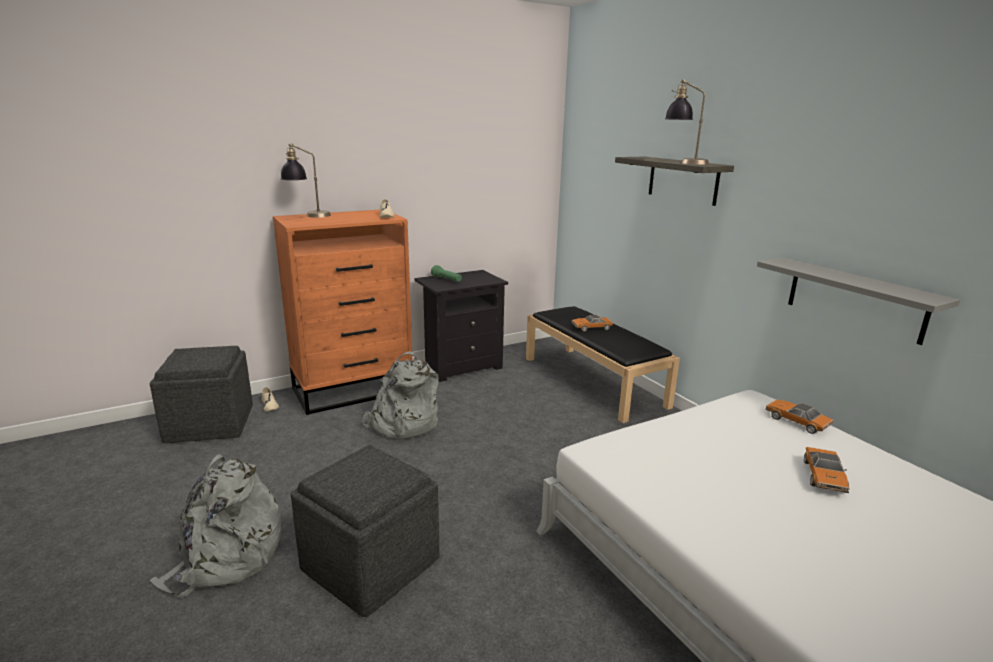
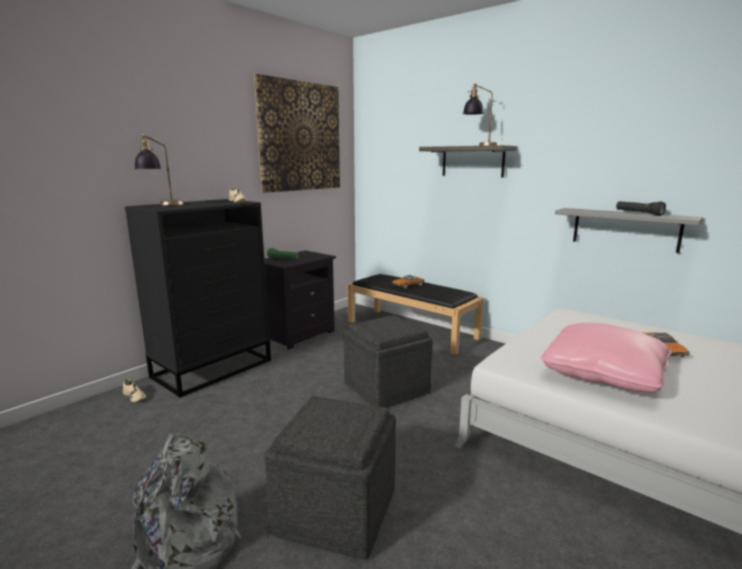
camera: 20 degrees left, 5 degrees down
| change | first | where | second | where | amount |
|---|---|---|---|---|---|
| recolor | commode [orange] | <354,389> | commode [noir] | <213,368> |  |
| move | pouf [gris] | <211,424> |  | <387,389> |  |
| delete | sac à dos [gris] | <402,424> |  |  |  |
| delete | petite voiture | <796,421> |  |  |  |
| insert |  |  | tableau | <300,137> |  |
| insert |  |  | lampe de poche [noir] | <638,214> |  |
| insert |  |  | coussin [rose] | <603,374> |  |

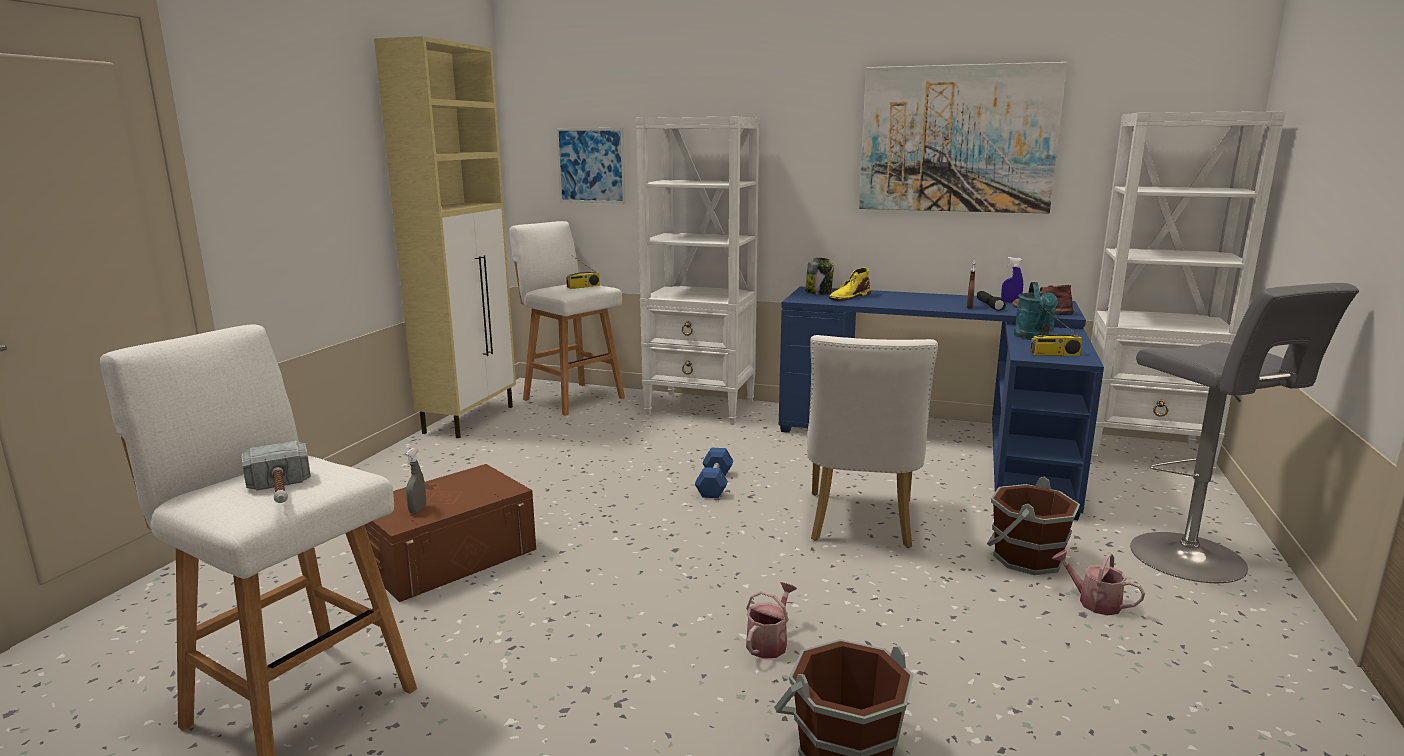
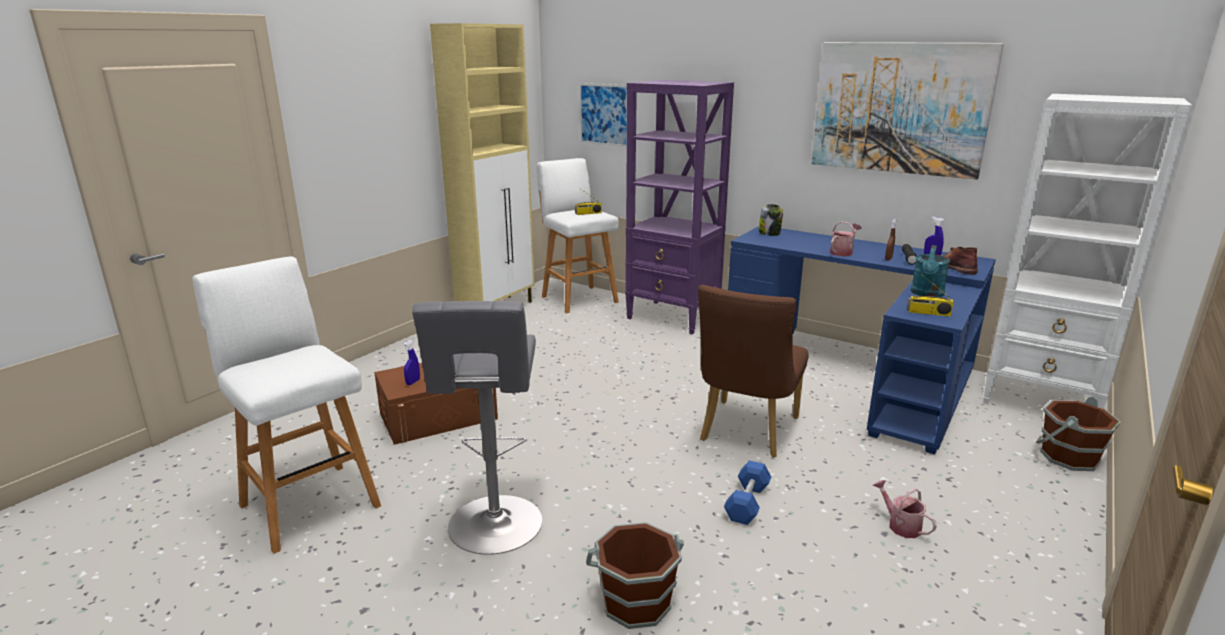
camera: 15 degrees right, 5 degrees up
| change | first | where | second | where | amount |
|---|---|---|---|---|---|
| recolor | bibliothèque [blanc] | <701,408> | bibliothèque [violet] | <673,317> |  |
| delete | botte [jaune] | <849,297> |  |  |  |
| move | tabouret [gris] | <1194,560> |  | <495,528> |  |
| recolor | chaise [blanc] | <860,524> | chaise [marron] | <746,432> |  |
| delete | marteau | <280,493> |  |  |  |
| move | haltère [bleu] | <714,484> |  | <747,503> |  |
| recolor | vaporisateur [gris] | <417,509> | vaporisateur [bleu] | <413,382> |  |
| move | seau [marron] | <1026,558> |  | <1068,457> |  |
| move | arrosoir | <769,642> |  | <843,252> |  |

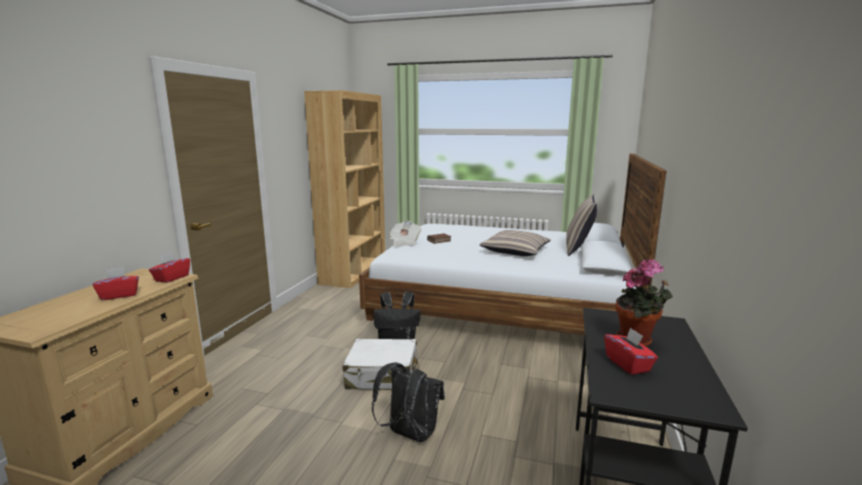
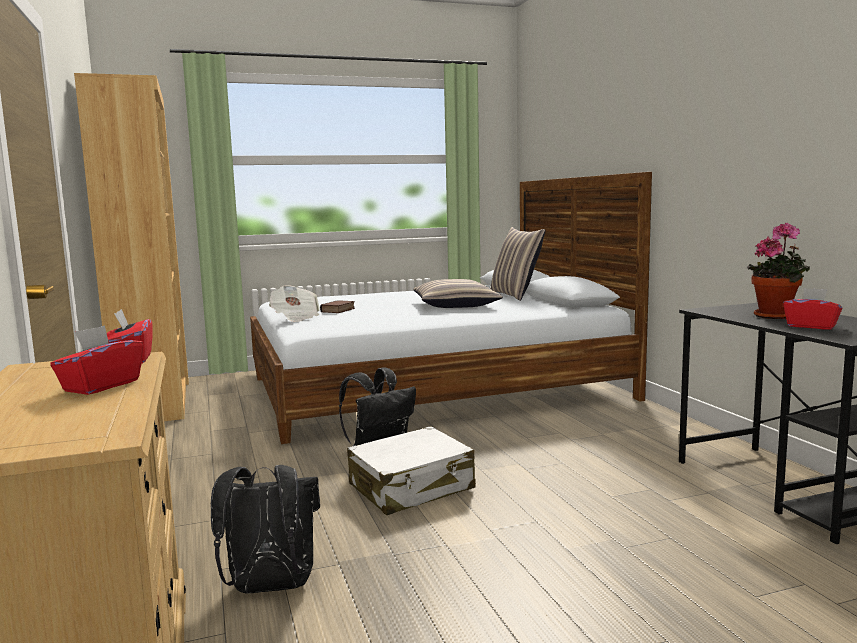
camera: 35 degrees left, 5 degrees down
| change | first | where | second | where | amount |
|---|---|---|---|---|---|
| move | sac à dos [noir] | <409,434> |  | <270,588> |  |

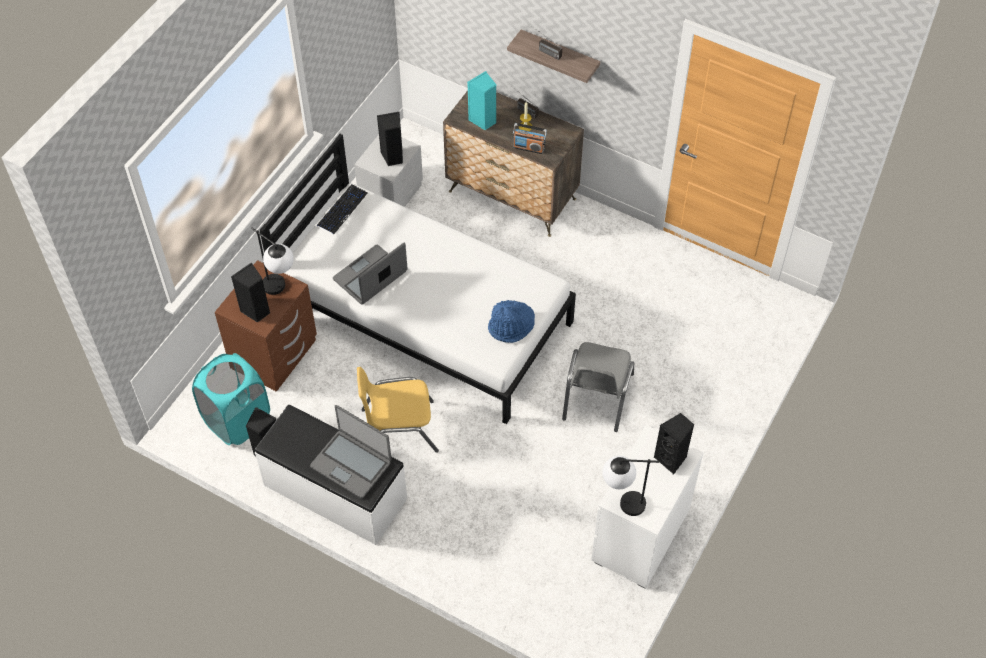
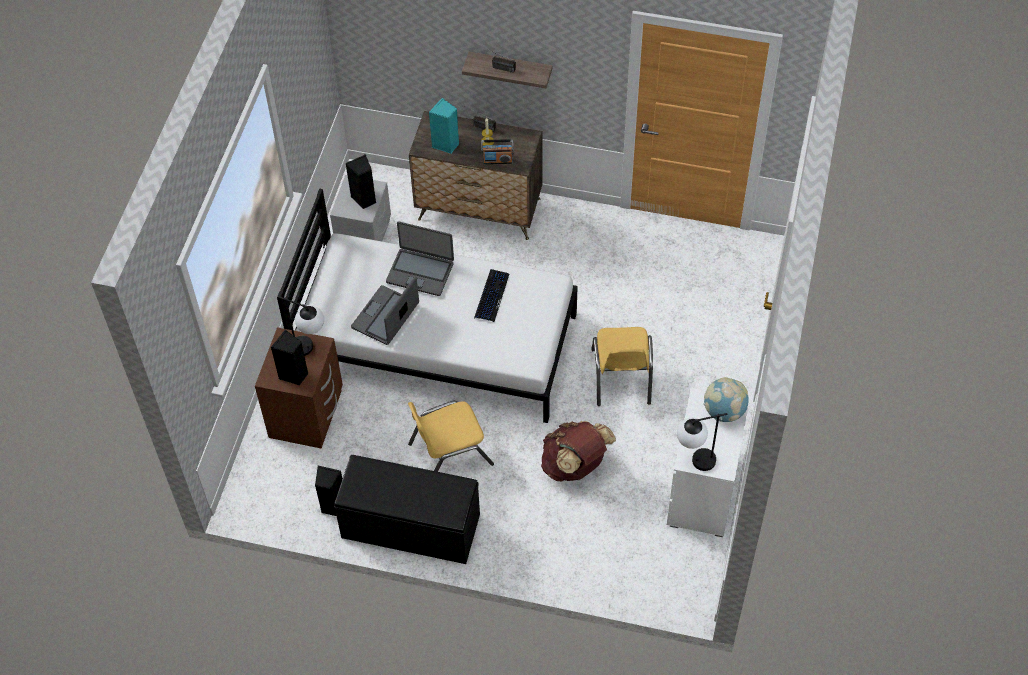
camera: 15 degrees left, 0 degrees up
| change | first | where | second | where | amount |
|---|---|---|---|---|---|
| move | clavier | <342,209> |  | <491,296> |  |
| delete | chapeau [bleu] | <511,327> |  |  |  |
| recolor | chaise [gris] | <596,397> | chaise [jaune] | <621,377> |  |
| delete | panier à linge [turquoise] | <237,420> |  |  |  |
| recolor | banc [blanc] | <334,492> | banc [noir] | <410,527> |  |
| move | ordinateur portable | <351,464> |  | <420,272> |  |
| replace | enceinte [noir] | <671,459> | globe | <724,411> |  |
| insert |  |  | sac à dos [marron] | <575,465> |  |

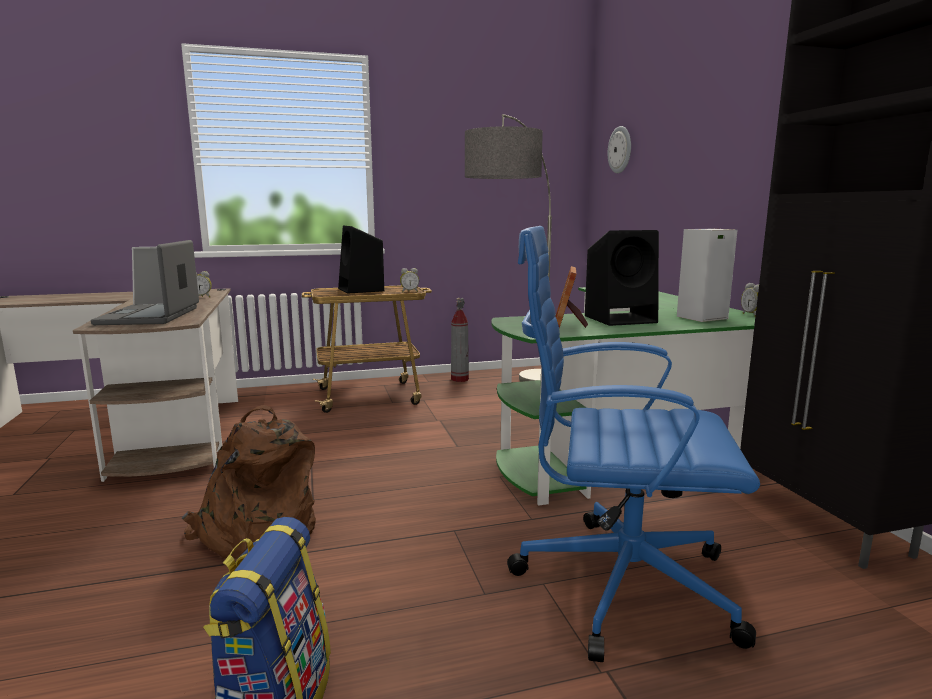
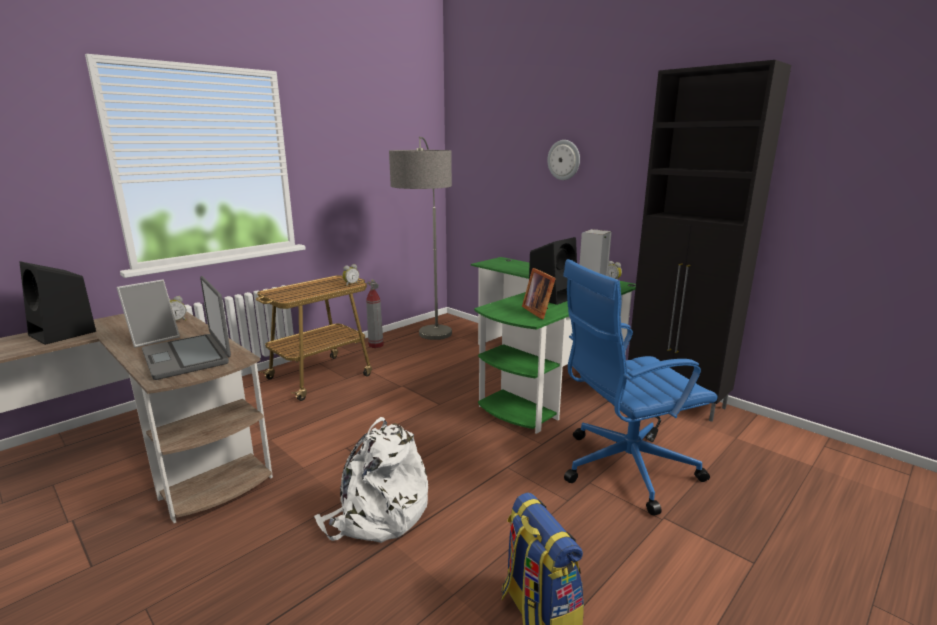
camera: 30 degrees left, 5 degrees up
| change | first | where | second | where | amount |
|---|---|---|---|---|---|
| move | horloge murale | <620,150> |  | <564,160> |  |
| move | enceinte [noir] | <361,290> |  | <64,333> |  |
| recolor | sac à dos [marron] | <256,531> | sac à dos [blanc] | <377,515> |  |

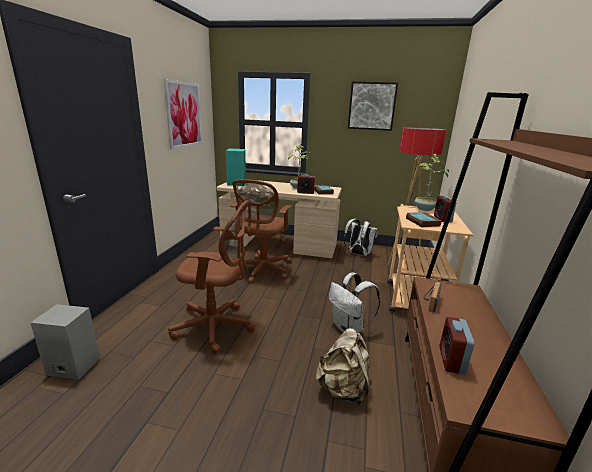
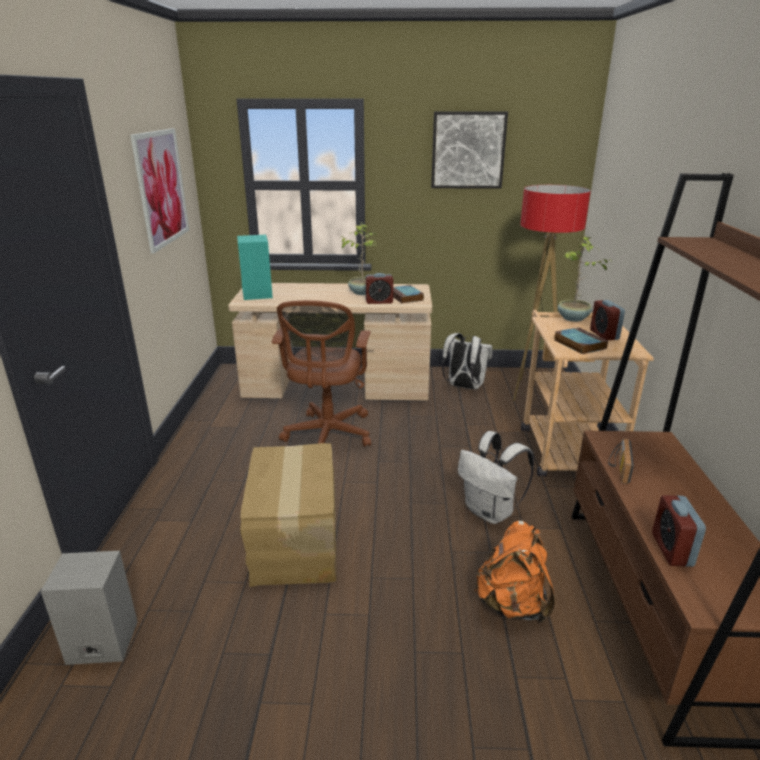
camera: 10 degrees left, 5 degrees up
| change | first | where | second | where | amount |
|---|---|---|---|---|---|
| replace | chaise de bureau [marron] | <216,327> | carton | <296,542> |  |
| recolor | sac à dos [beige] | <343,389> | sac à dos [orange] | <512,604> |  |

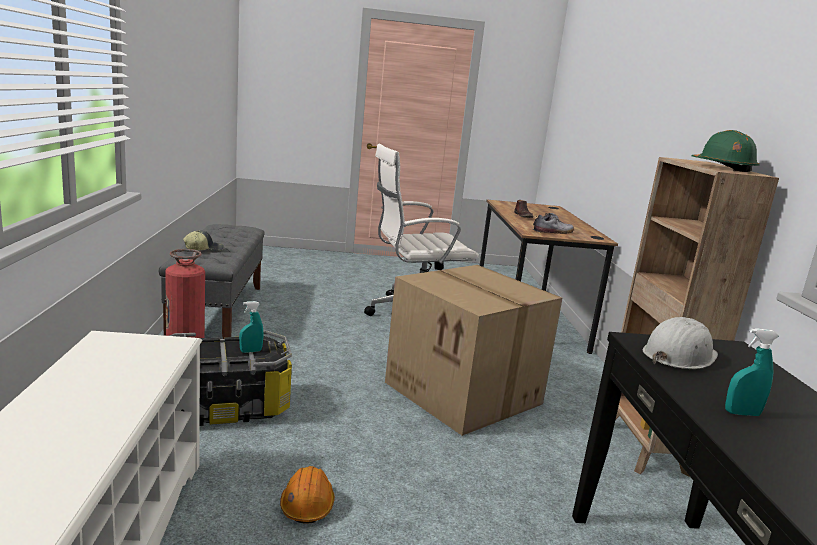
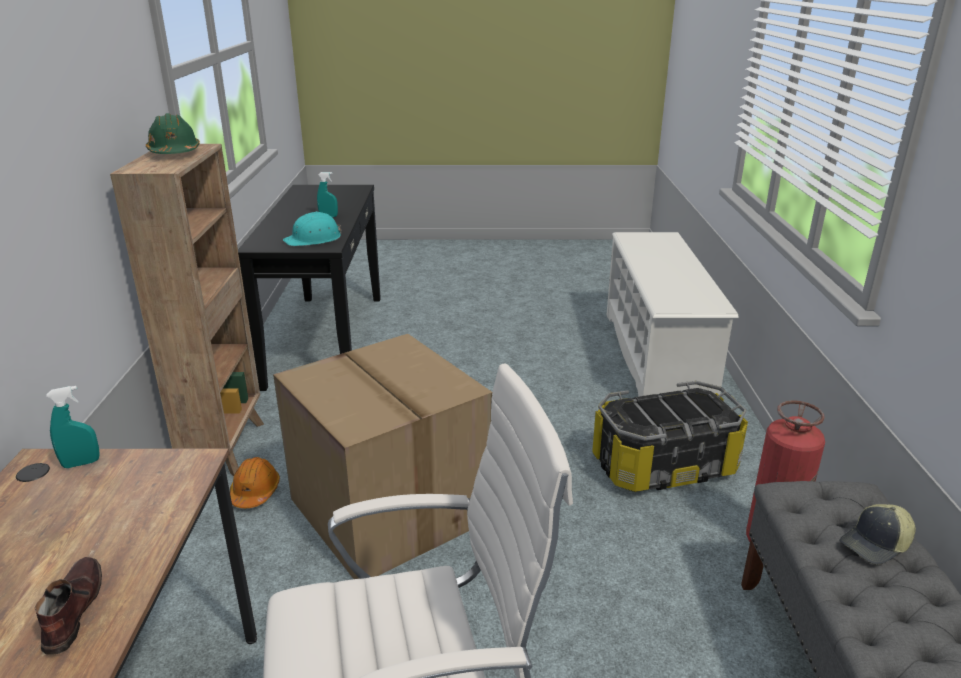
camera: 175 degrees left, 10 degrees up
| change | first | where | second | where | amount |
|---|---|---|---|---|---|
| delete | chaussure | <553,232> |  |  |  |
| move | vaporisateur [turquoise] | <251,351> |  | <81,463> |  |
| recolor | casque de chantier [blanc] | <678,356> | casque de chantier [turquoise] | <314,239> |  |
| move | casque de chantier [orange] | <307,505> |  | <255,492> |  |

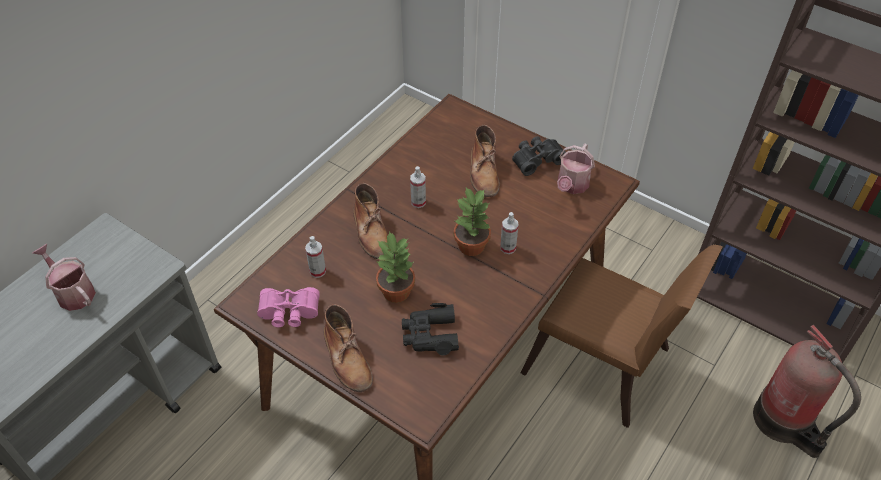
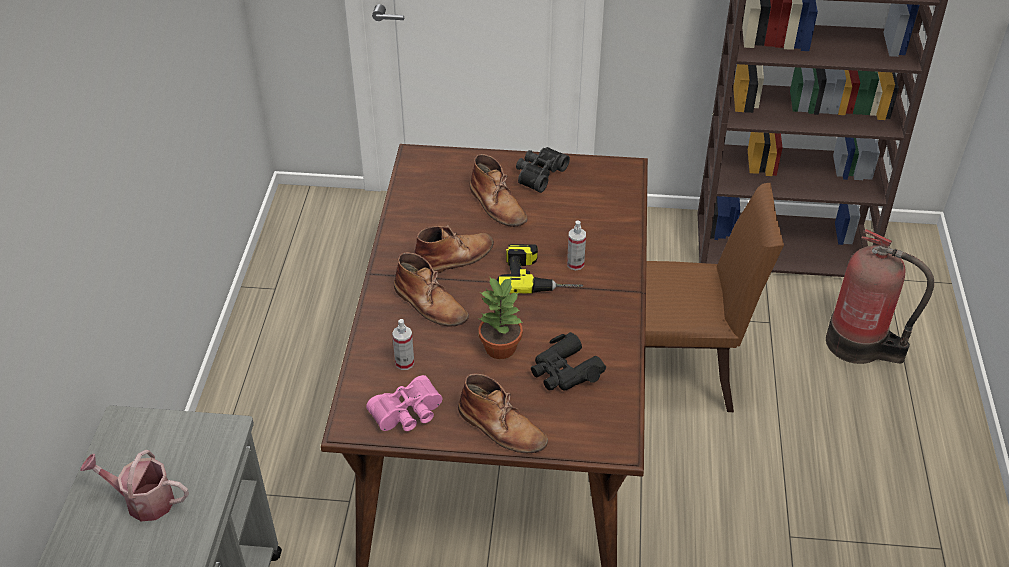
camera: 30 degrees left, 5 degrees down
| change | first | where | second | where | amount |
|---|---|---|---|---|---|
| delete | arrosoir | <571,186> |  |  |  |
| replace | vaporisateur | <418,202> | botte [marron] | <454,257> |  |
| replace | plante en pot | <471,245> | perceuse | <539,276> |  |

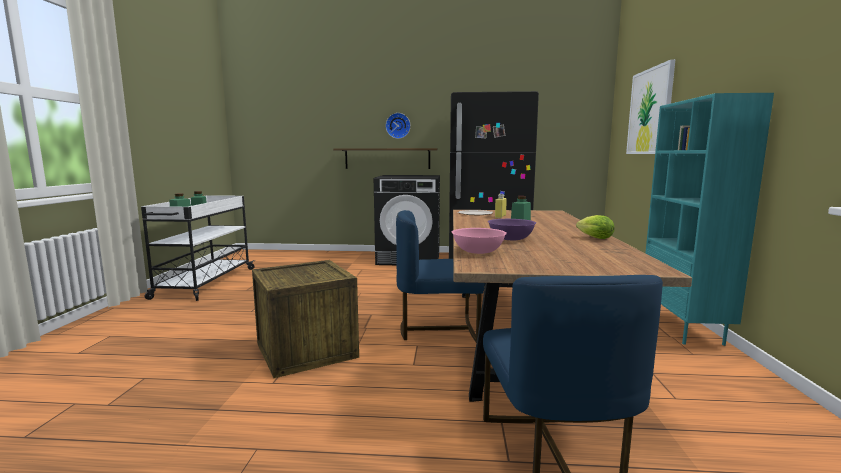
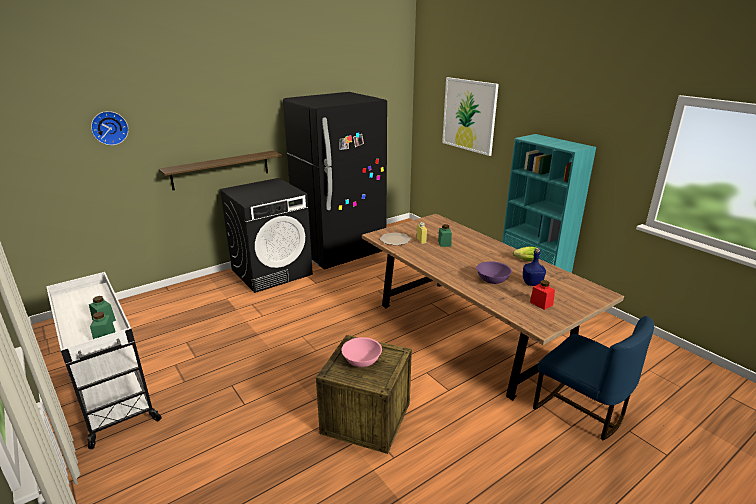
camera: 40 degrees left, 15 degrees up
| change | first | where | second | where | amount |
|---|---|---|---|---|---|
| move | horloge murale | <398,125> |  | <109,128> |  |
| delete | chaise [bleu] | <438,329> |  |  |  |
| move | bol [rose] | <478,252> |  | <362,361> |  |
| insert |  |  | bouteille [bleu] | <532,283> |  |
| insert |  |  | bocal [rouge] | <541,303> |  |

